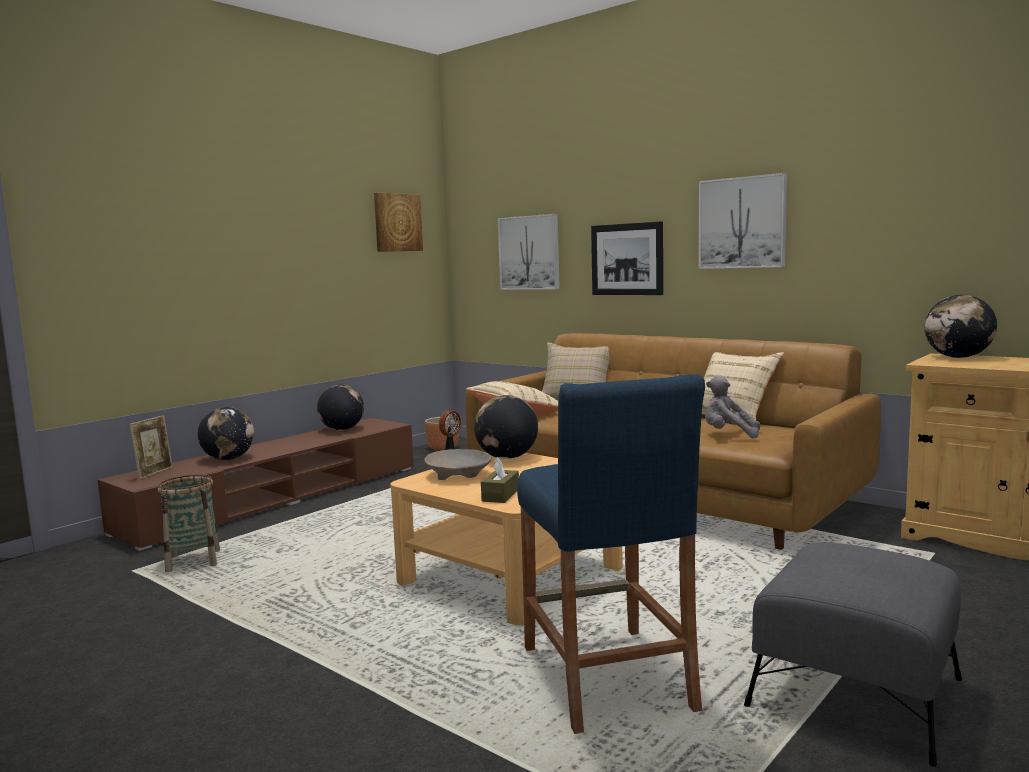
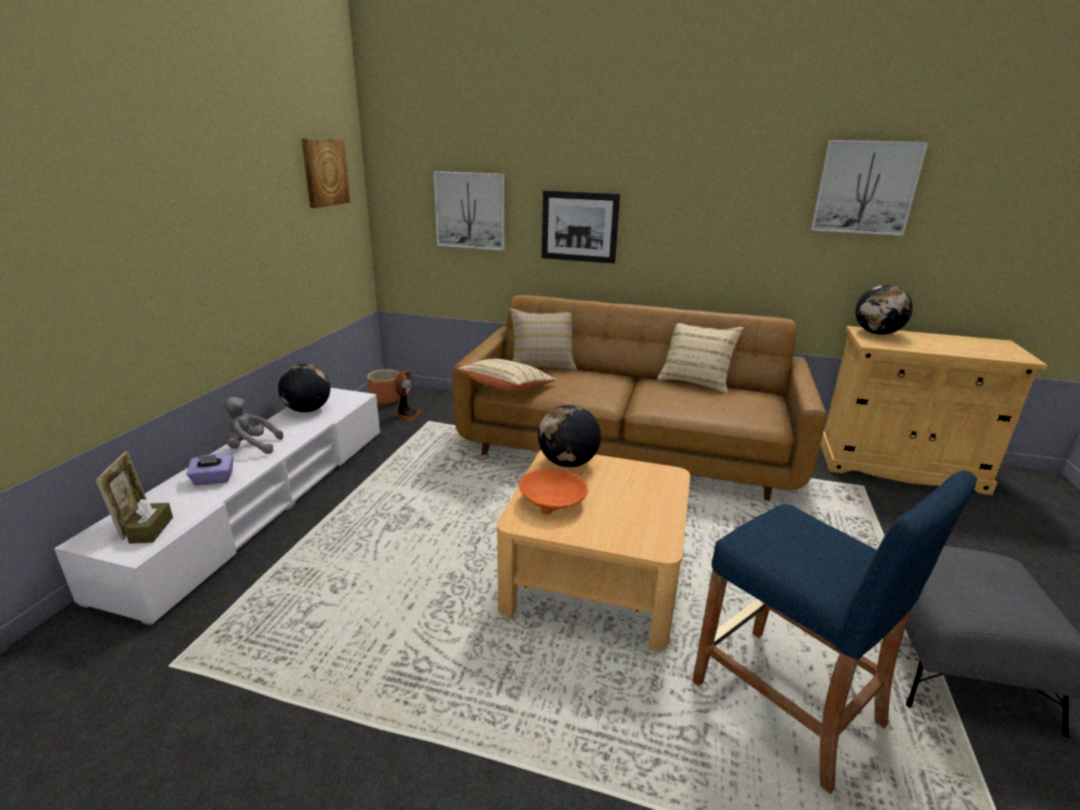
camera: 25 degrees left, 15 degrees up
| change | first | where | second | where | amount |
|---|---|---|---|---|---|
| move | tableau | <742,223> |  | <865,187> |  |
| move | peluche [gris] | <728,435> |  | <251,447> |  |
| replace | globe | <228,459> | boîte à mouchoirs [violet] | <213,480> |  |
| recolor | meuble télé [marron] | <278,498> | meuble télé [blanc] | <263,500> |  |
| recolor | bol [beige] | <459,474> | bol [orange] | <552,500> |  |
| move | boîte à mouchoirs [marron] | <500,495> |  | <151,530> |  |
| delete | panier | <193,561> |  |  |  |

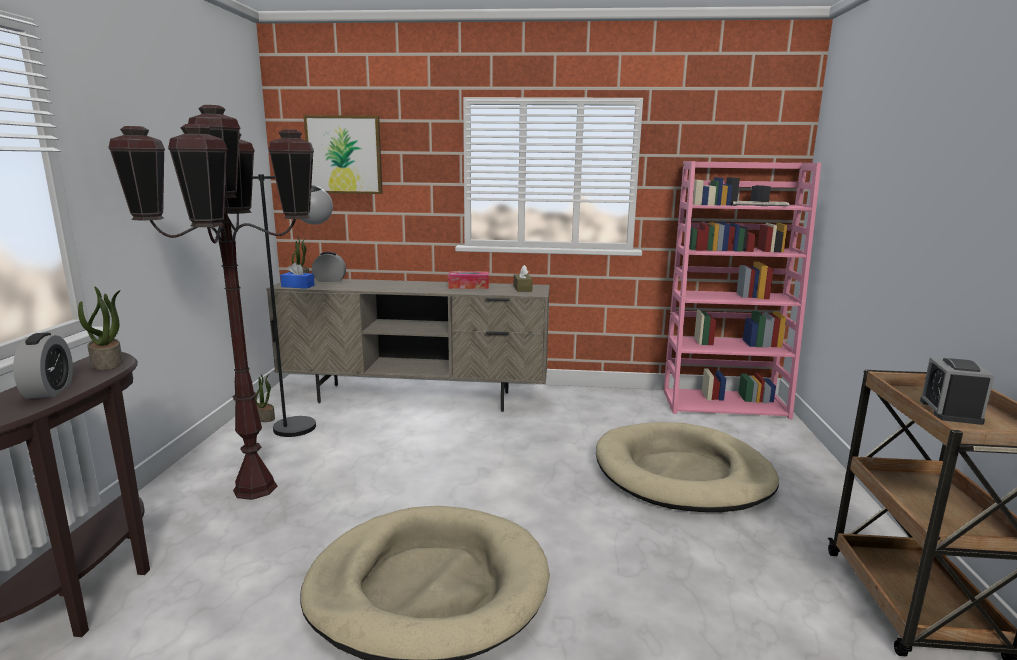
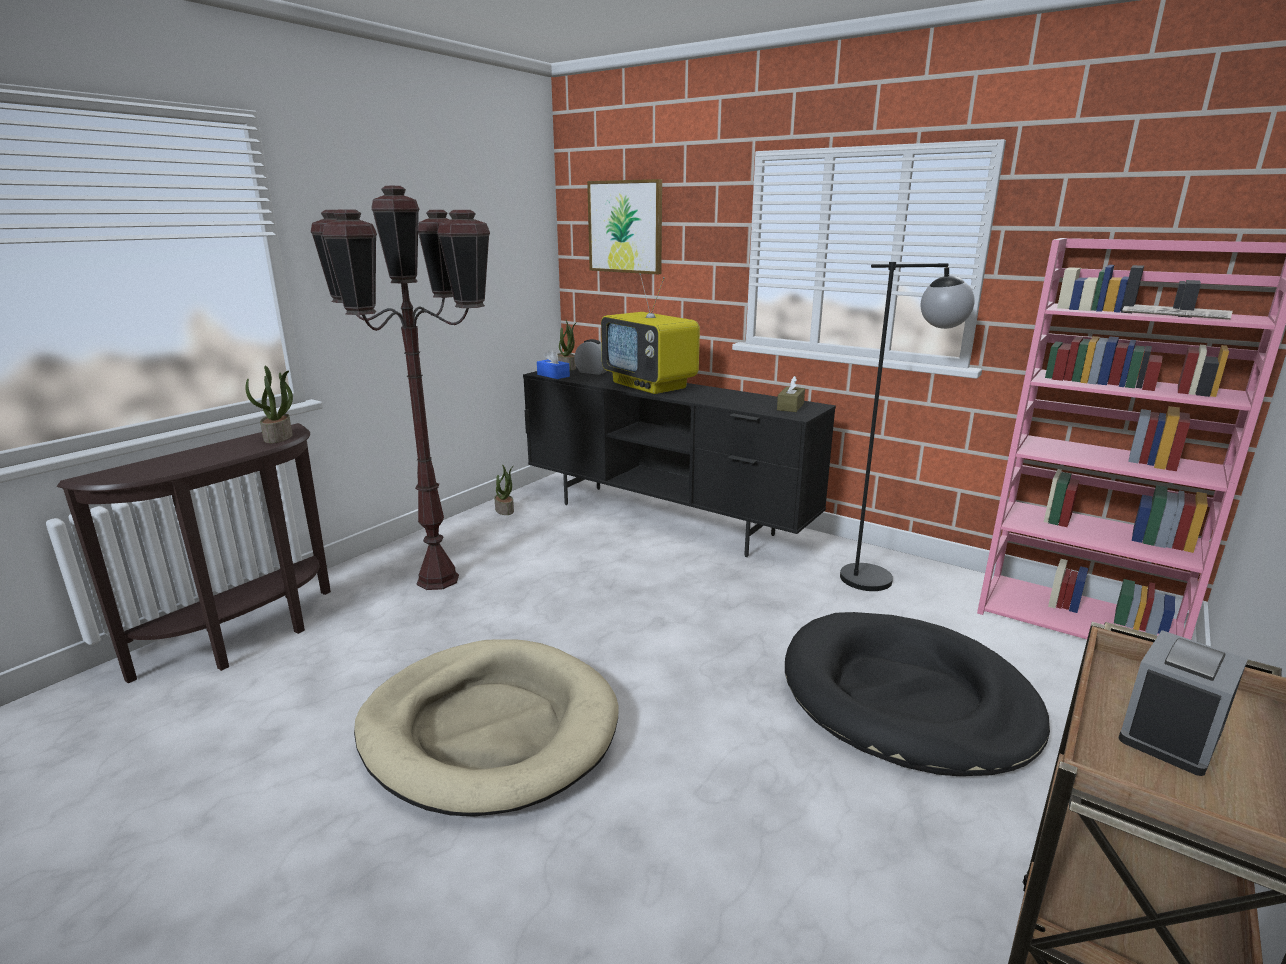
camera: 30 degrees right, 5 degrees up
| change | first | where | second | where | amount |
|---|---|---|---|---|---|
| move | lampadaire [noir] | <309,424> |  | <883,577> |  |
| delete | boîte à mouchoirs | <468,286> |  |  |  |
| recolor | meuble télé [beige] | <416,398> | meuble télé [noir] | <665,519> |  |
| delete | réveil | <49,391> |  |  |  |
| recolor | panier pour chien [beige] | <682,473> | panier pour chien [noir] | <906,698> |  |
| insert |  |  | téléviseur | <650,385> |  |

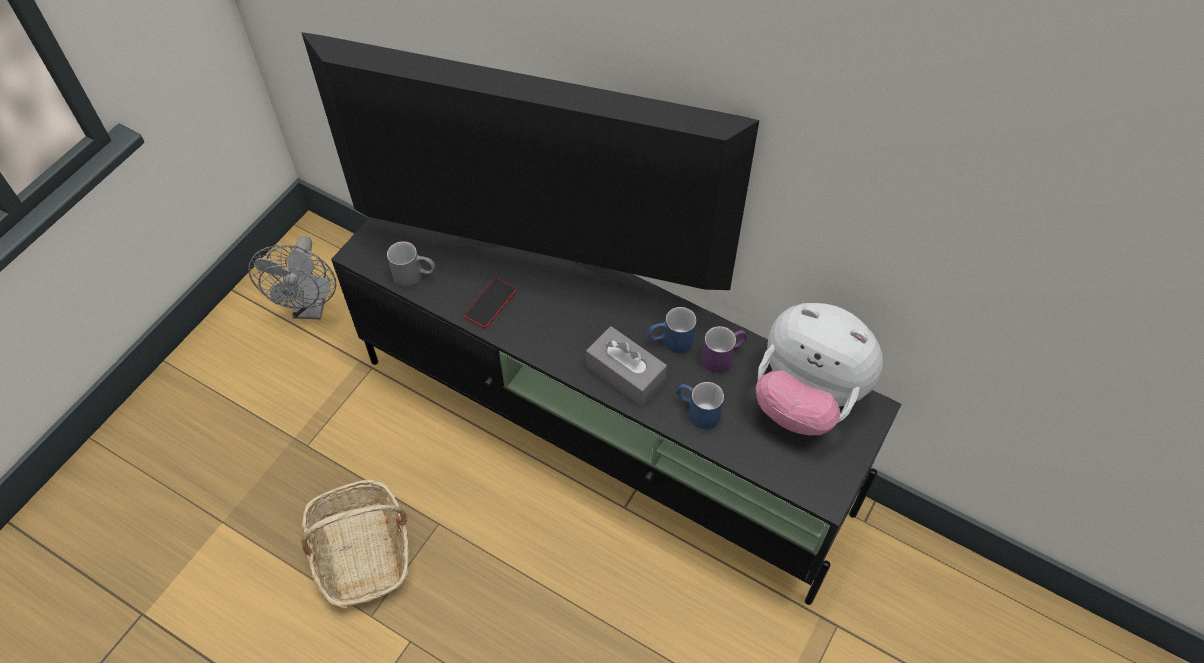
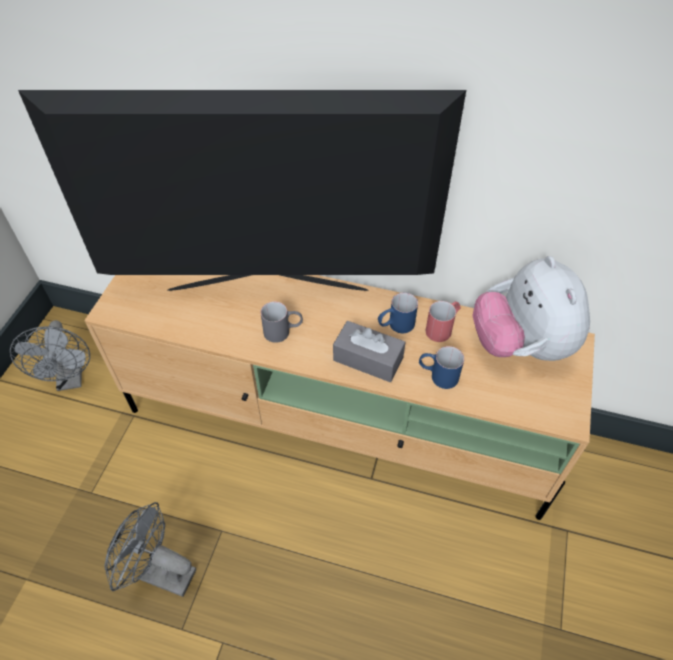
camera: 15 degrees left, 5 degrees down
| change | first | where | second | where | amount |
|---|---|---|---|---|---|
| recolor | meuble télé [noir] | <605,437> | meuble télé [beige] | <339,426> |  |
| move | mug [gris] | <415,276> |  | <283,331> |  |
| delete | téléphone | <490,303> |  |  |  |
| rotate | peluche | <806,398> |  | <520,345> | 60 degrees clockwise |
| recolor | mug [violet] | <723,356> | mug [rouge] | <442,328> |  |
| replace | panier | <362,551> | ventilateur [gris] | <160,572> |  |

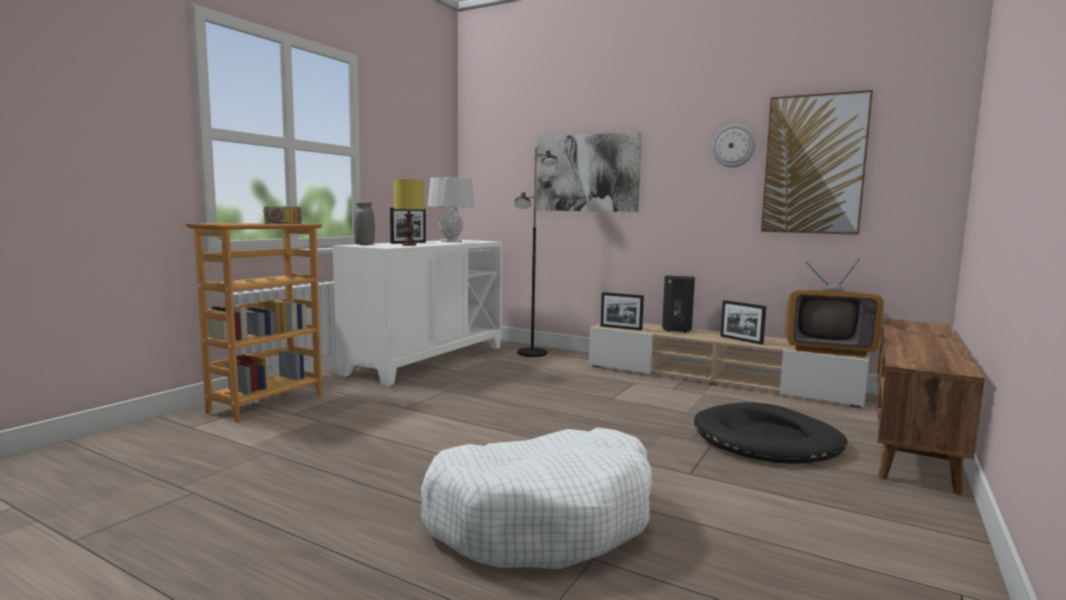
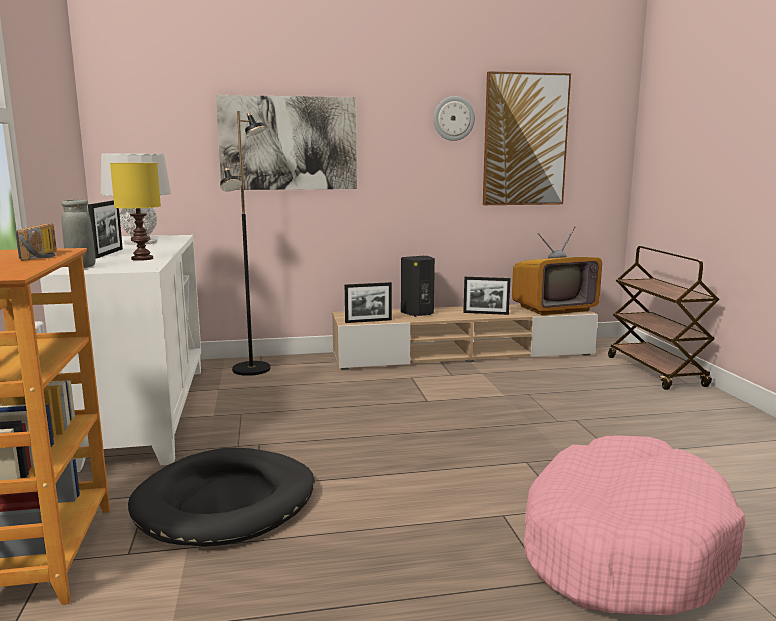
camera: 40 degrees left, 5 degrees up
| change | first | where | second | where | amount |
|---|---|---|---|---|---|
| replace | meuble télé [marron] | <912,438> | chariot [marron] | <656,371> |  |
| move | panier pour chien [noir] | <767,440> |  | <226,502> |  |
| recolor | panier pour chien [blanc] | <543,519> | panier pour chien [rose] | <622,546> |  |

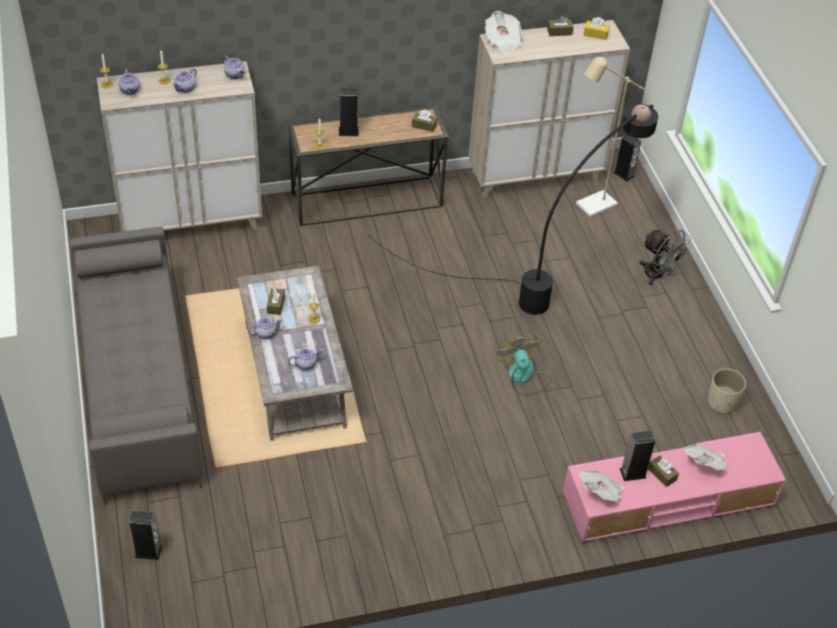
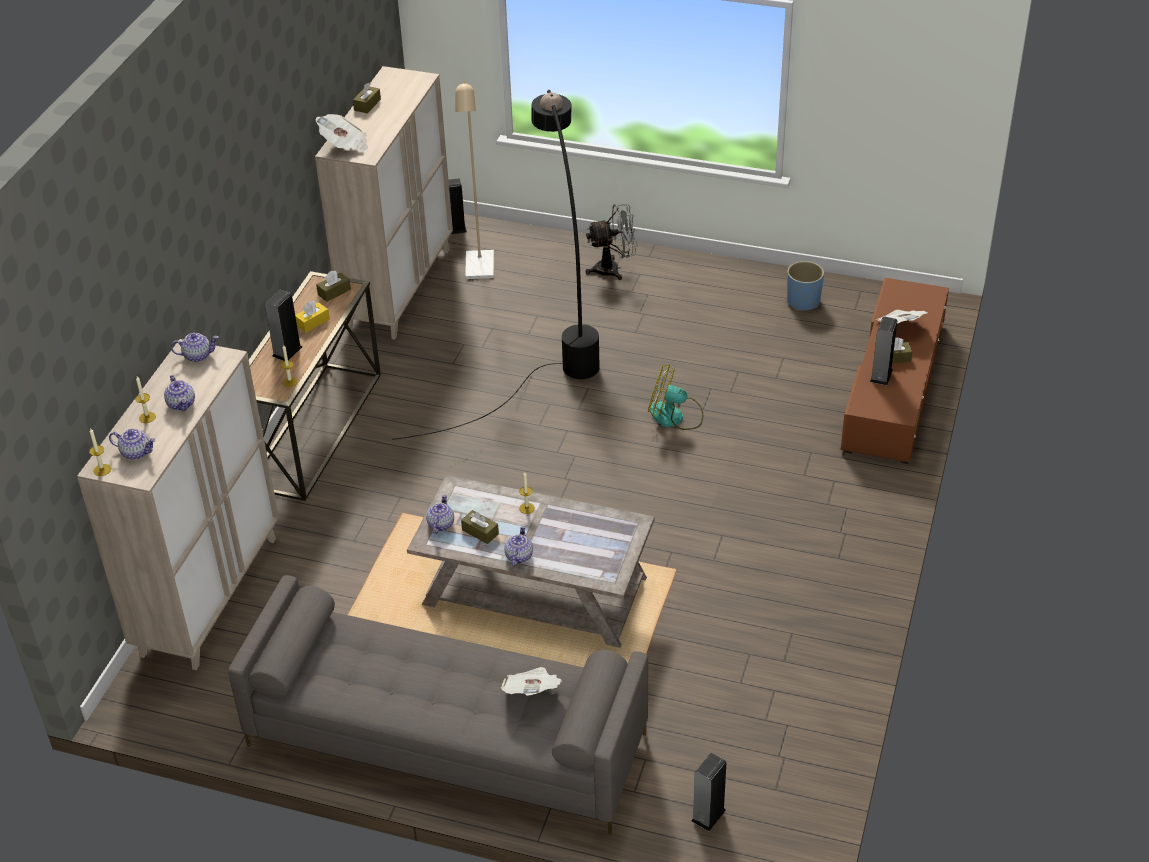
camera: 55 degrees left, 5 degrees down
| change | first | where | second | where | amount |
|---|---|---|---|---|---|
| move | boîte à mouchoirs [jaune] | <595,34> |  | <312,322> |  |
| move | théière | <306,364> |  | <440,524> |  |
| recolor | cache-pot [beige] | <722,403> | cache-pot [bleu] | <803,301> |  |
| recolor | meuble télé [rose] | <668,499> | meuble télé [marron] | <893,386> |  |
| move | journal | <601,492> |  | <532,692> |  |

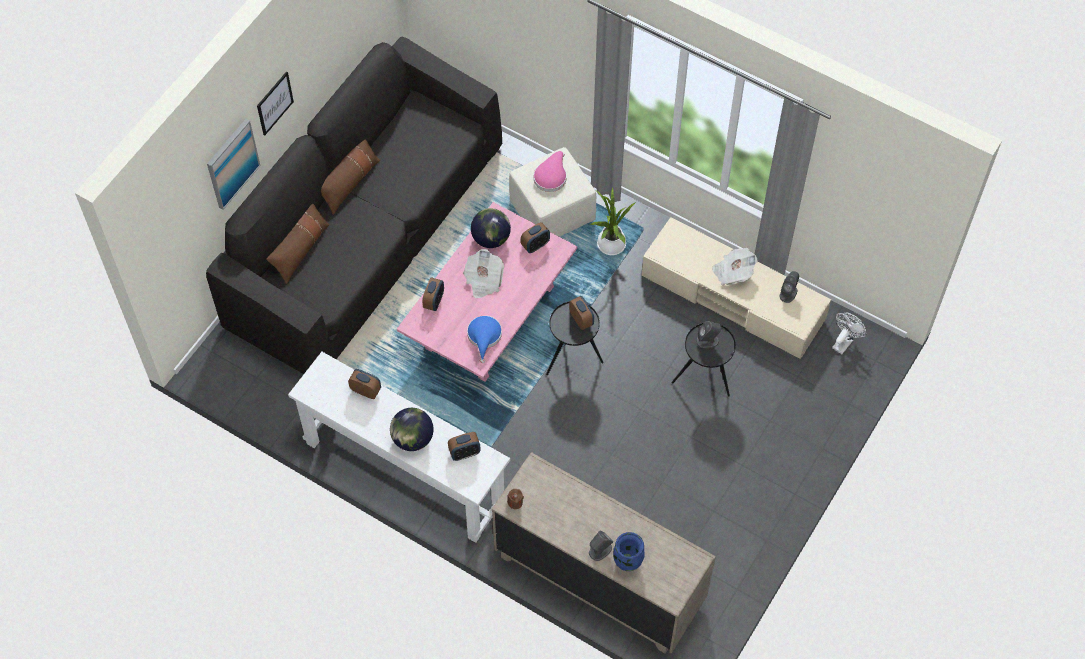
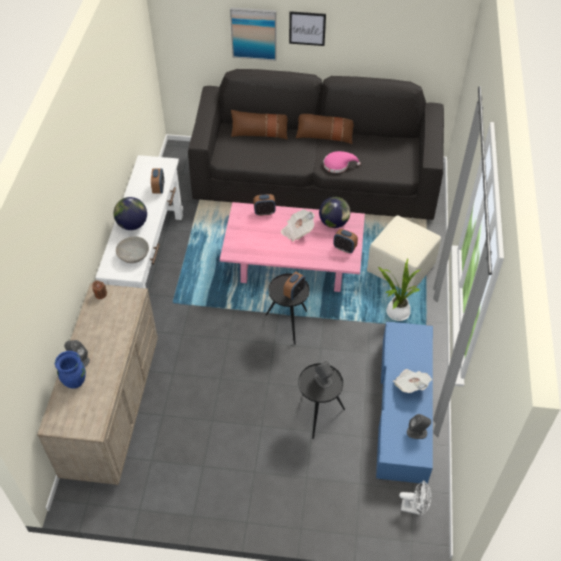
camera: 65 degrees right, 10 degrees down
| change | first | where | second | where | amount |
|---|---|---|---|---|---|
| move | chapeau [rose] | <551,176> |  | <338,165> |  |
| recolor | meuble télé [beige] | <733,298> | meuble télé [bleu] | <403,408> |  |
| delete | chapeau [bleu] | <484,337> |  |  |  |
| replace | réveil | <464,453> | bol [gris] | <133,255> |  |

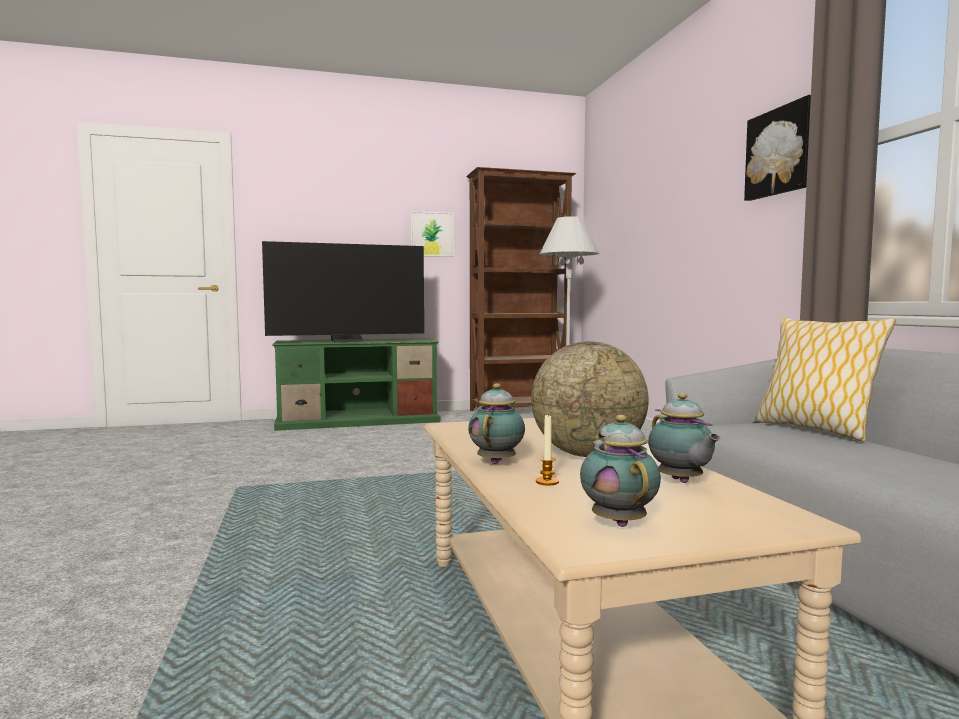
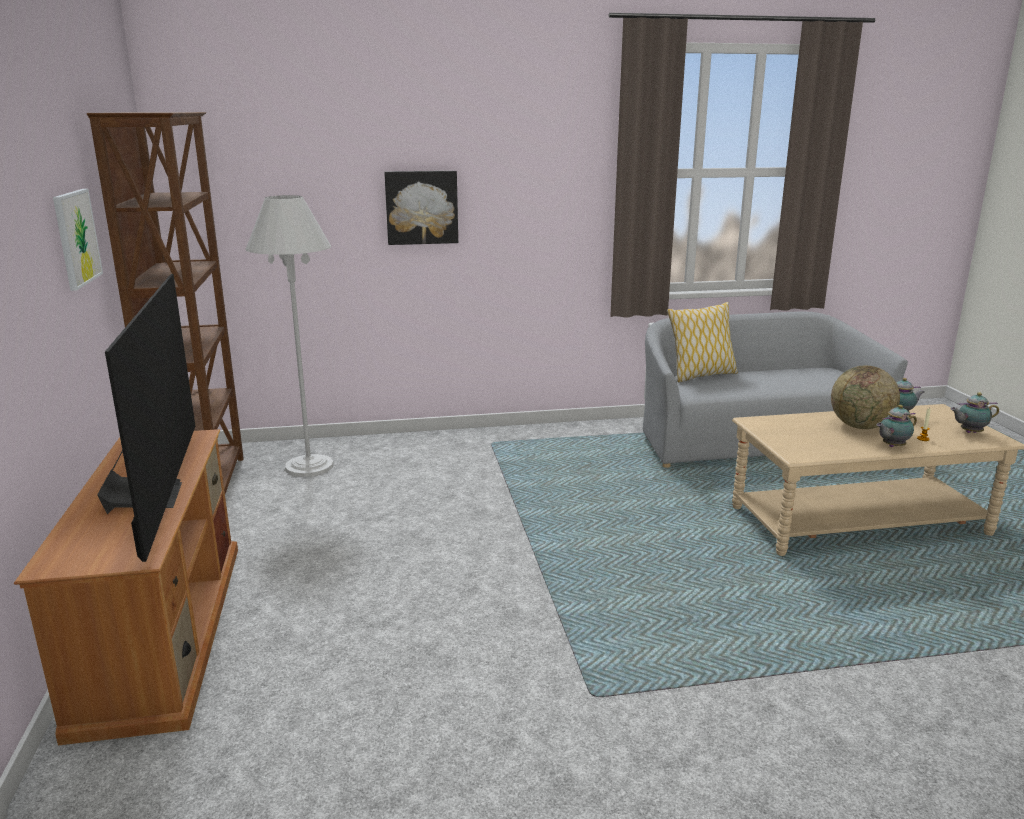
camera: 85 degrees left, 15 degrees up
| change | first | where | second | where | amount |
|---|---|---|---|---|---|
| move | tableau | <781,152> |  | <421,207> |  |
| recolor | meuble télé [vert] | <359,420> | meuble télé [marron] | <162,629> |  |
| rotate | théière | <498,461> |  | <892,446> | 45 degrees counterclockwise |

